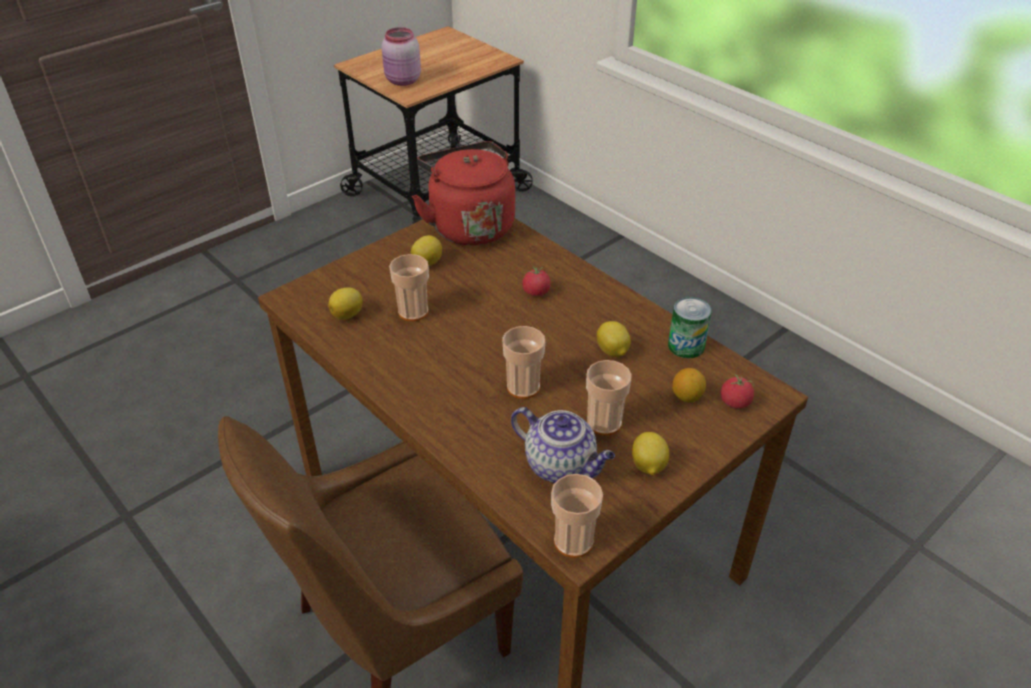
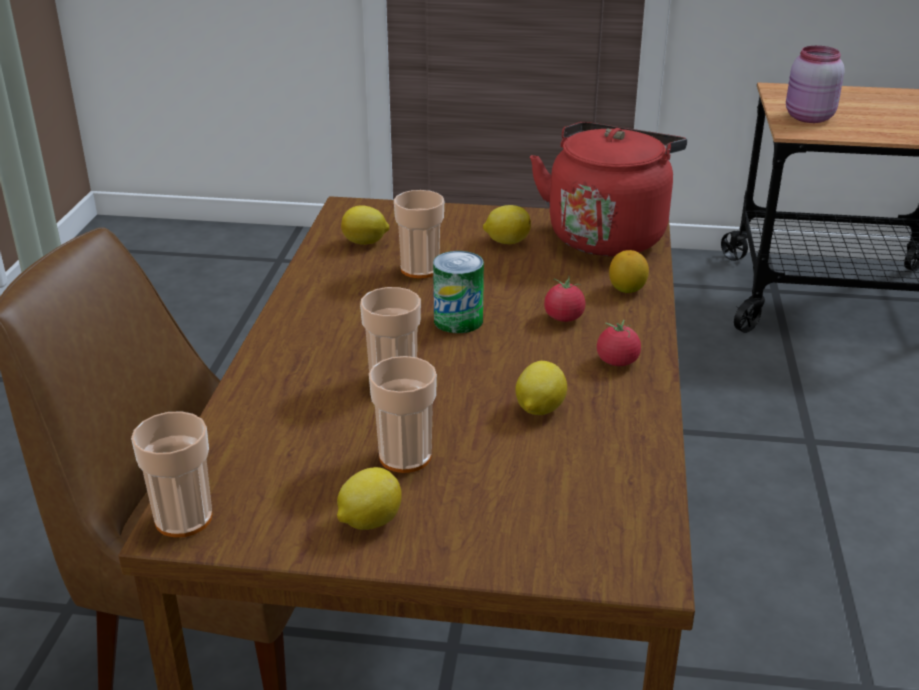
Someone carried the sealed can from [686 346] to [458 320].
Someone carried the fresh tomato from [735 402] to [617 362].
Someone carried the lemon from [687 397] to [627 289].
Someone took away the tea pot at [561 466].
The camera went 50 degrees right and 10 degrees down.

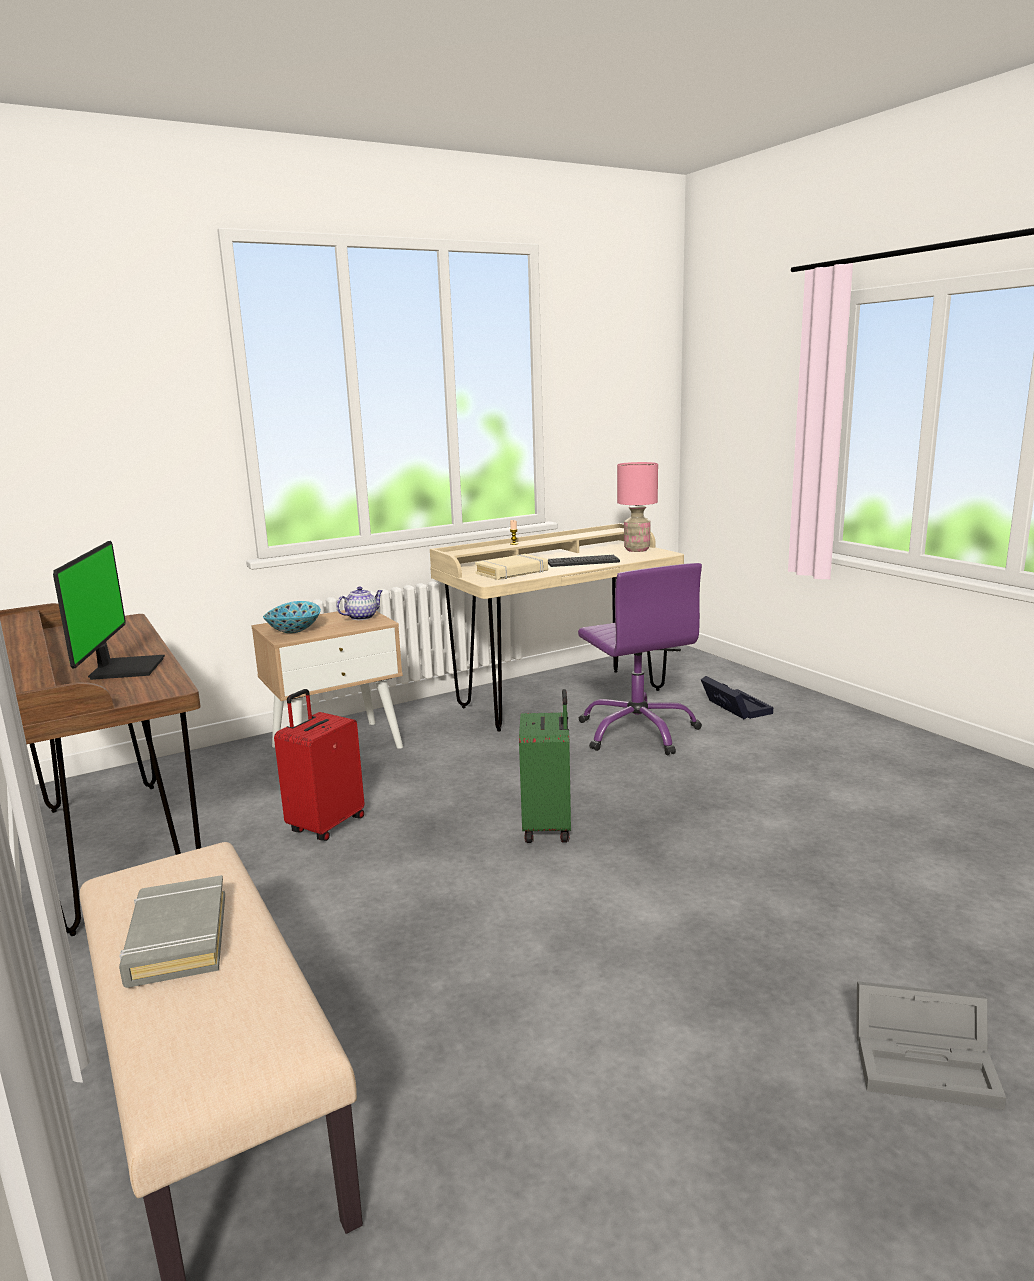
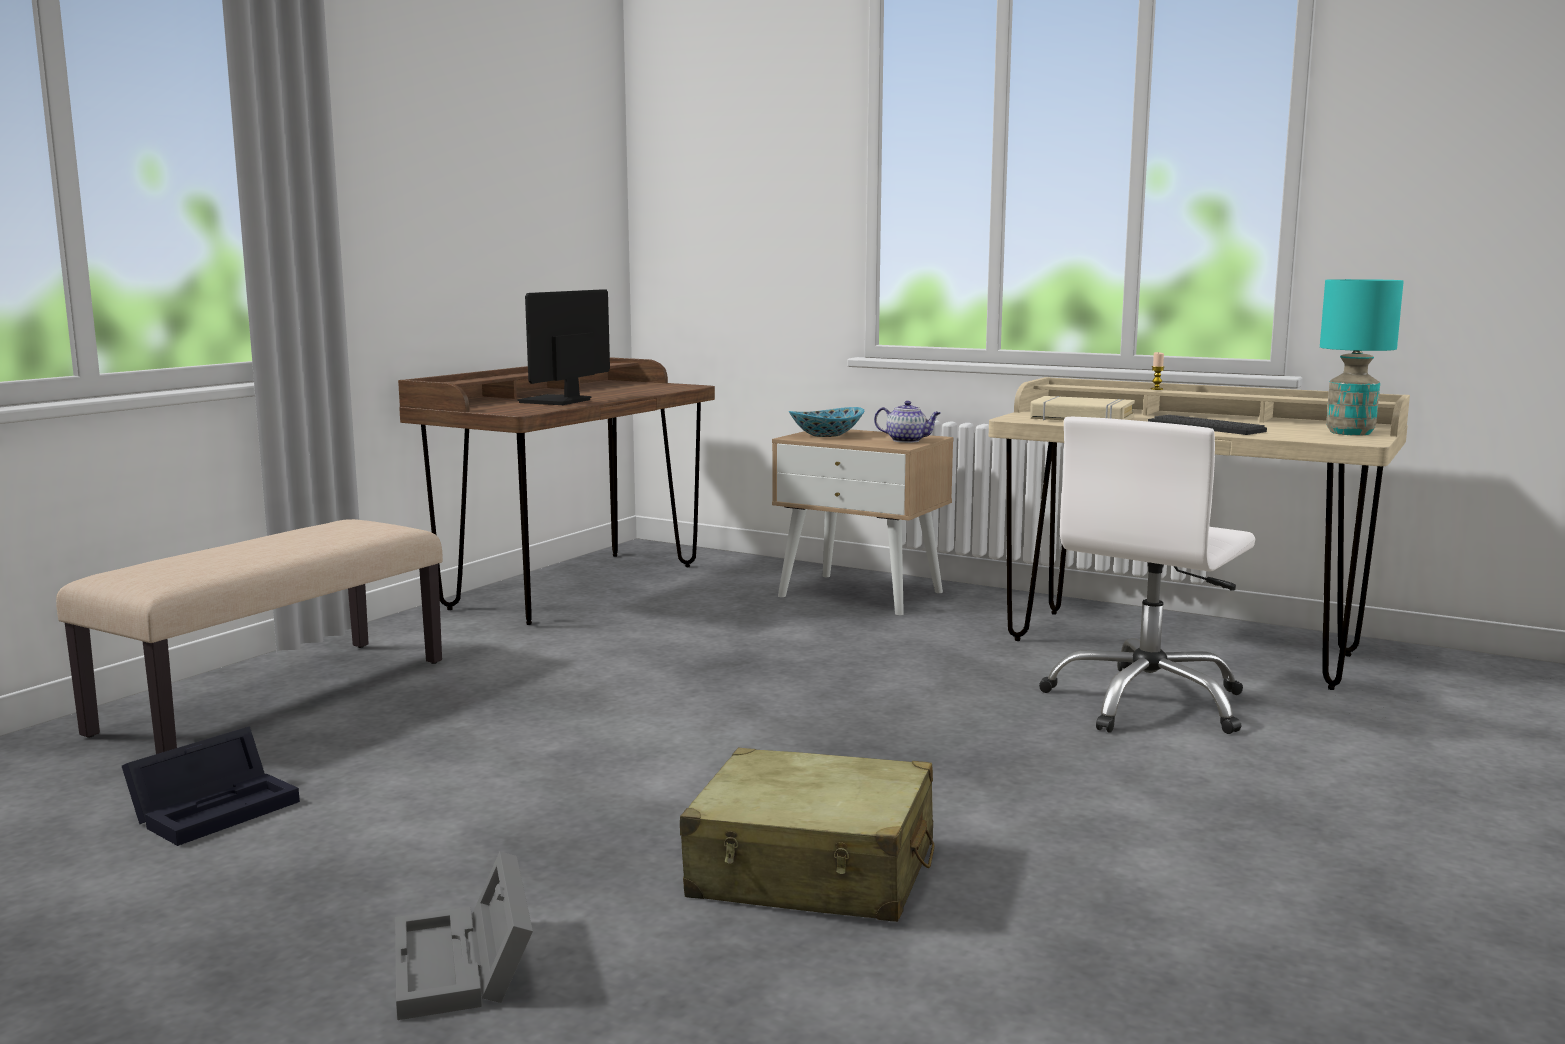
Someone carried the storage container (blackish) from [734 707] to [218 808].
Someone rotated the computer display at [124 668] by 150 degrees clockwise.
Someone put down the travel case (sand-coloured) at [813 871].
Someone repainted the office chair (purple) at [638 732], which became the office chair (whitish) at [1147 703].
Someone repainted the lamp for a table (pink) at [637 550], which became the lamp for a table (turquoise-coloured) at [1351 433].
Someone took away the book (greyish) at [177 939].
Someone took away the travel case (red-coloured) at [325 825].
Someone took away the travel case (green-coloured) at [549 827].
The camera went 60 degrees right and 5 degrees down.

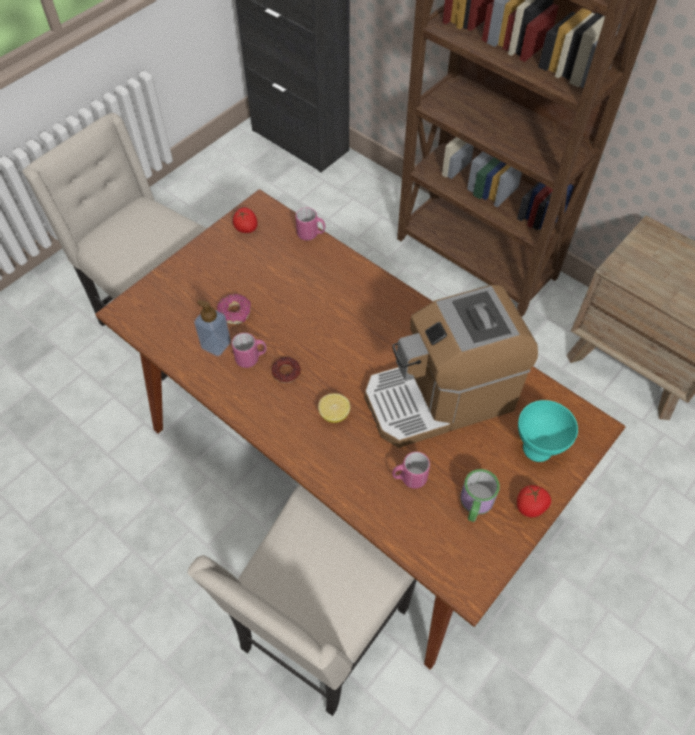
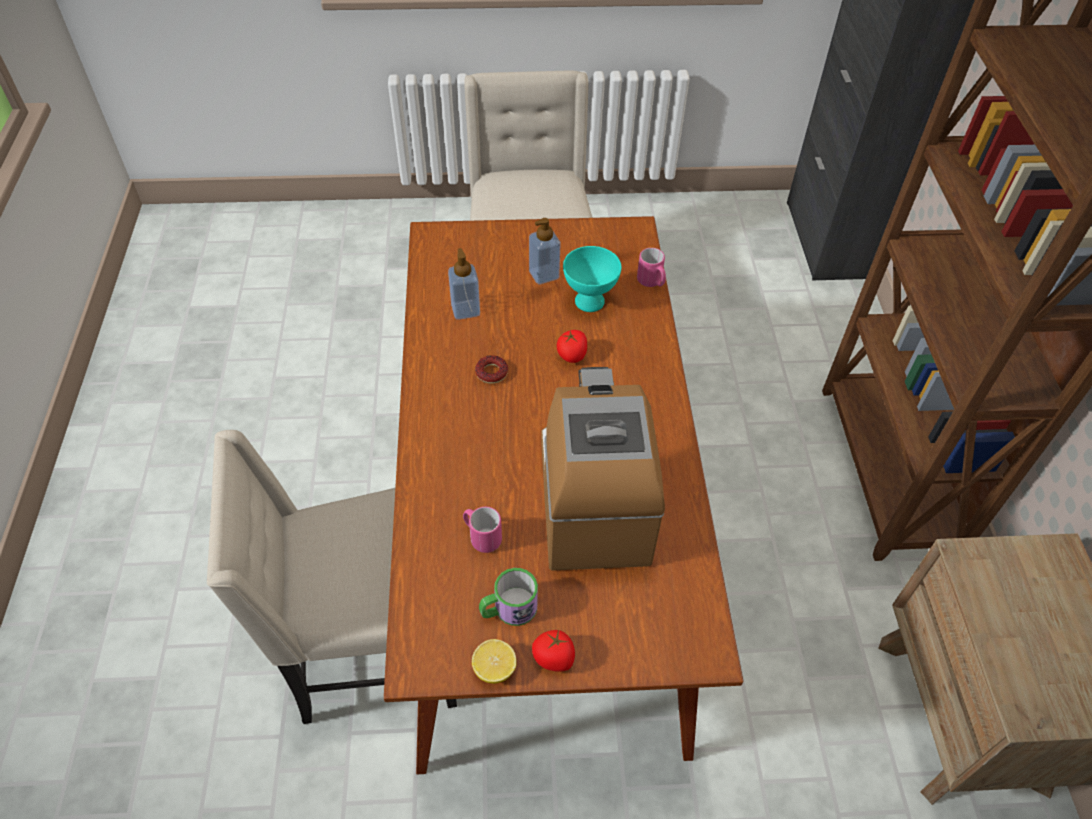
Someone carried the lemon from [334 414] to [494 668].
Someone put down the liquid soap bottle at [544 275].
Someone rotated the coffee maker at [440 397] by 60 degrees clockwise.
Someone carried the fresh tomato from [246 228] to [572 355].
Someone carried the deep dish (turquoise-coloured) from [536 448] to [588 301].
Someone took away the donut at [235 312].
Someone took away the tea mug (pink) at [251 358].
The camera went 45 degrees right and 5 degrees down.

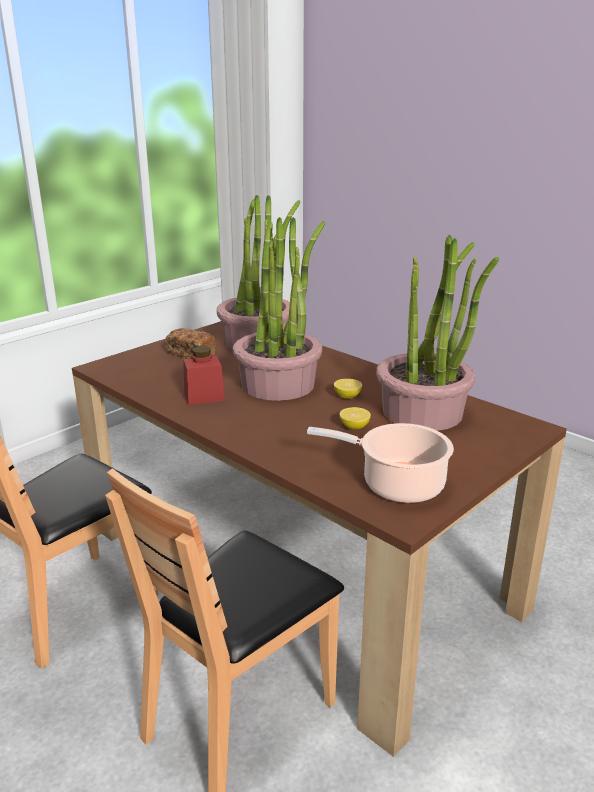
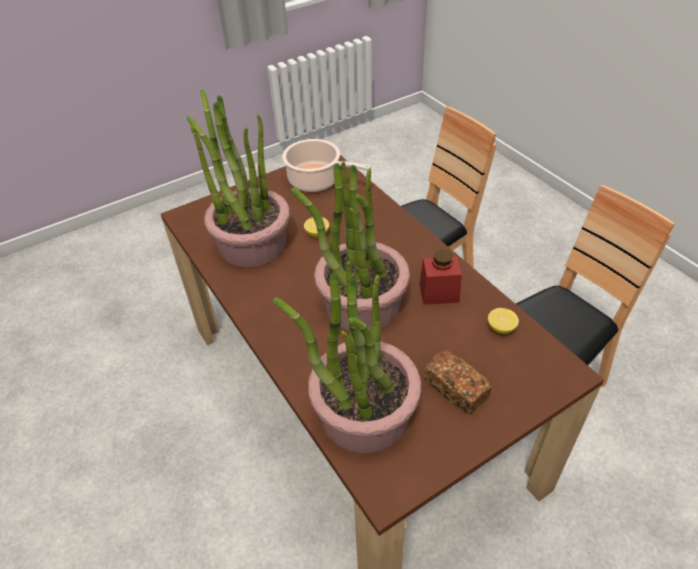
Someone carried the lemon from [347 396] to [501 328].
The camera went 165 degrees left and 20 degrees up.

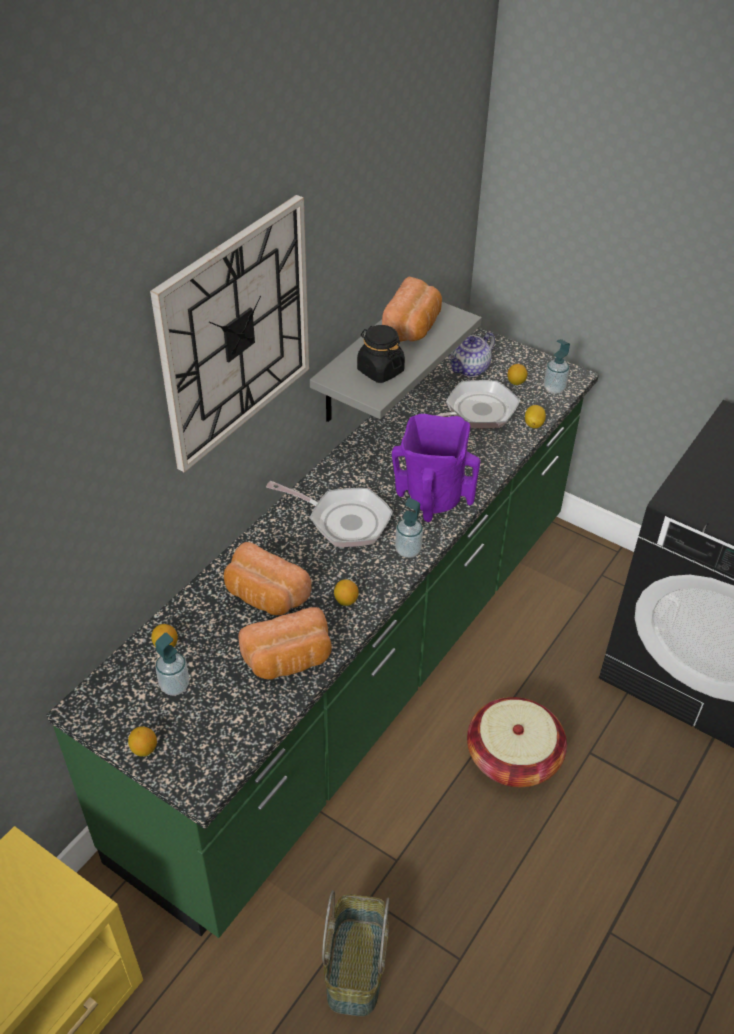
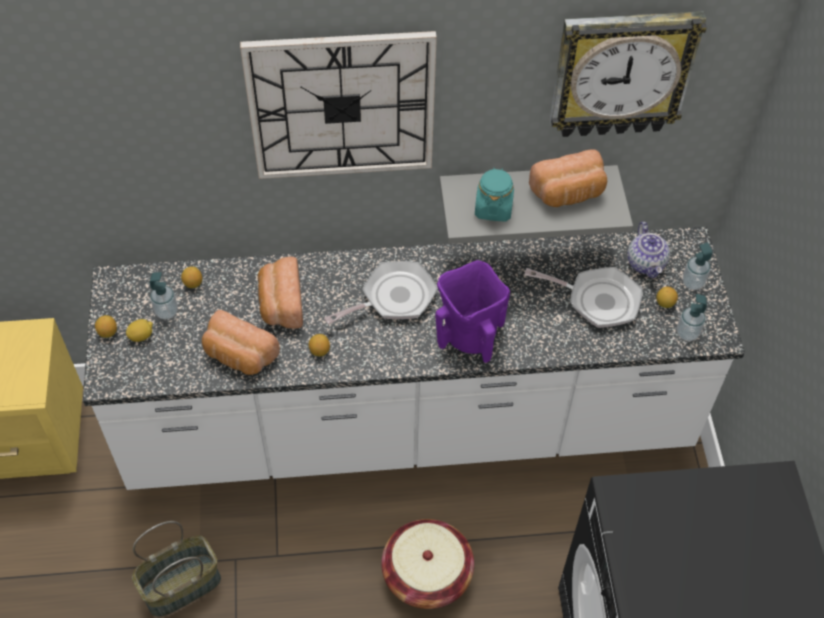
Someone repainted the kitchen base unit (green-coloured) at [363 675], which became the kitchen base unit (whitish) at [409 427].
Someone carried the lemon from [533 424] to [141 336].
Someone rotated the skillet at [343 521] by 105 degrees counterclockwise.
Someone repainted the jar (blackish) at [380 371], which became the jar (turquoise-coloured) at [493 208].
Someone put up the clock on the wall at [621 73].
Someone rotated the tea pot at [470 369] by 105 degrees counterclockwise.
Someone carried the liquid soap bottle from [408 550] to [692 282].
The camera went 50 degrees right and 10 degrees up.

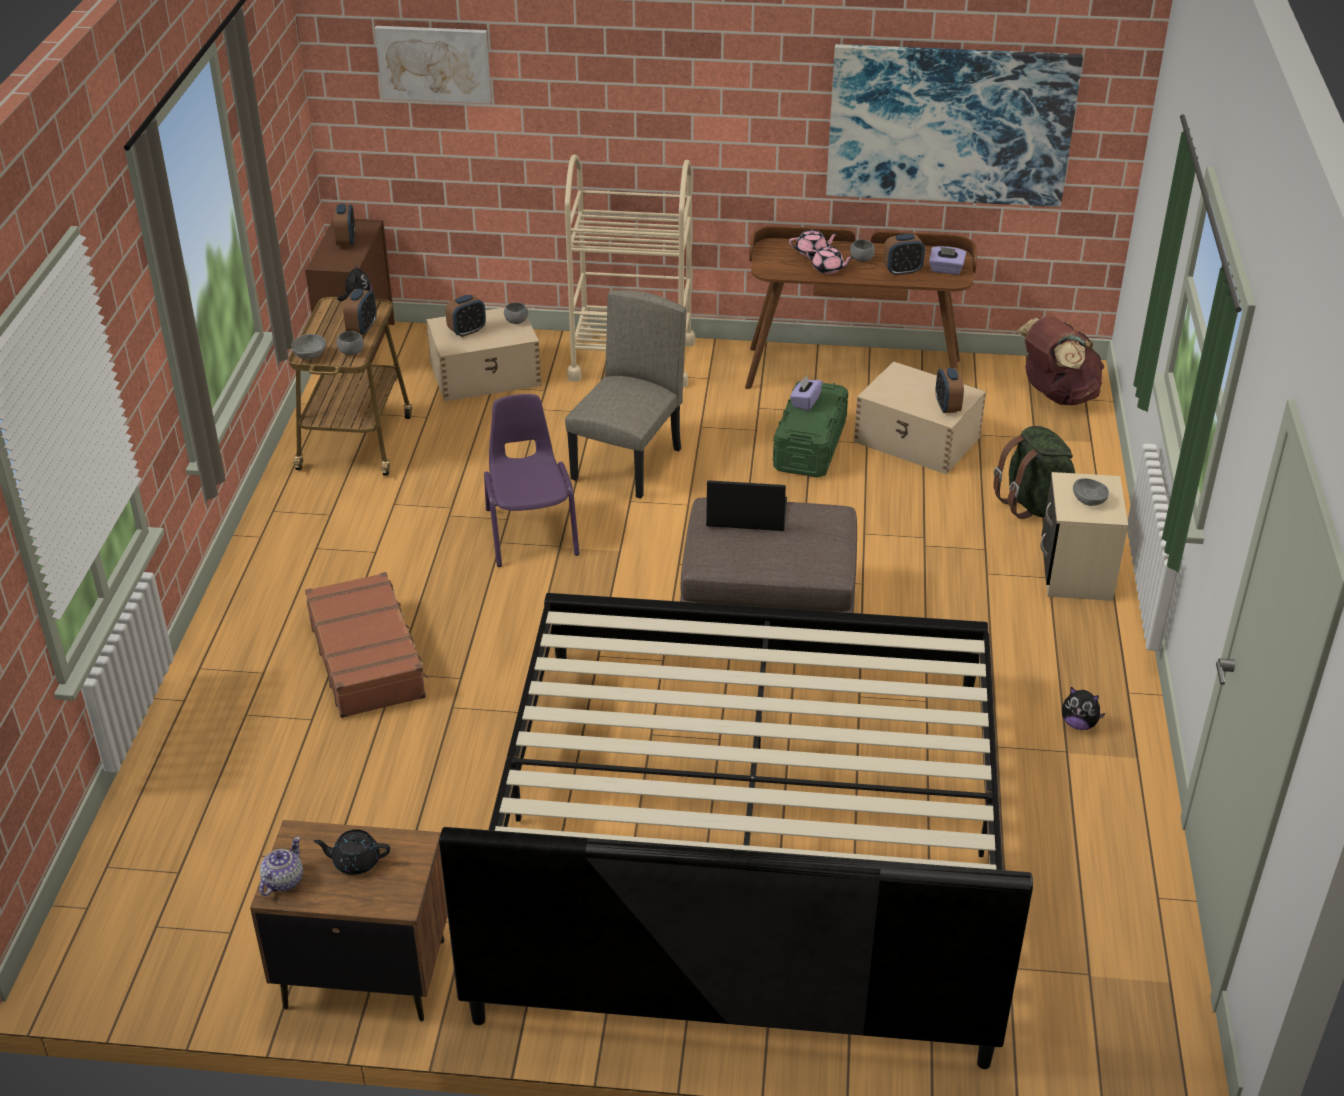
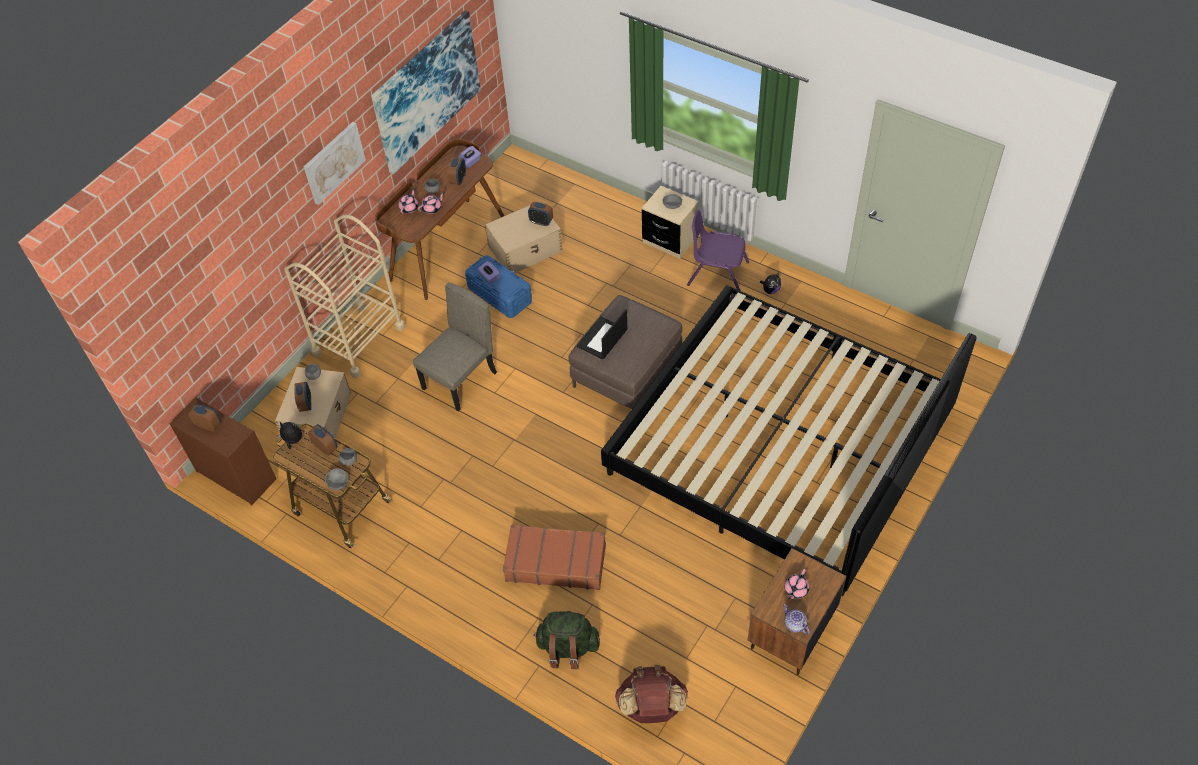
Someone carried the wall picture from [434 63] to [333 162].
Someone rotated the plain chair (sand-coloured) at [628 464] by 75 degrees clockwise.
Someone repainted the storage container (green-coloured) at [810 446], which became the storage container (bluish) at [500 295].
Someone carried the rucksack (green-coloured) from [1035 505] to [568 648].
Someone carried the rucksack (brown-coloured) from [1056 396] to [651 707].
Someone carried the plain chair (purple) from [531 532] to [717 274].
Someone repainted the tea pot (blackish) at [355 861], which became the tea pot (pink) at [795 589].
The camera went 60 degrees left and 15 degrees up.

